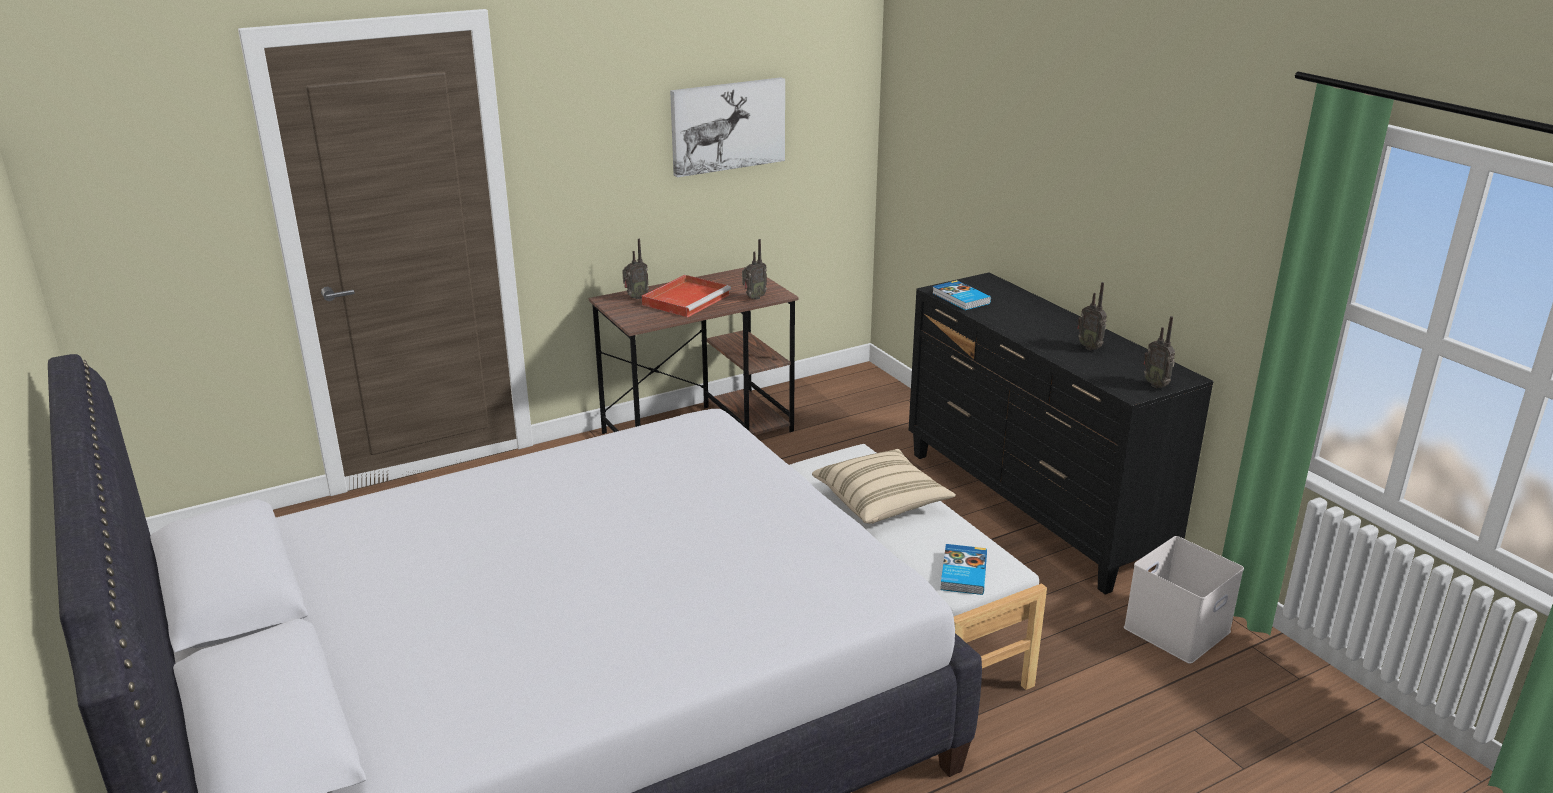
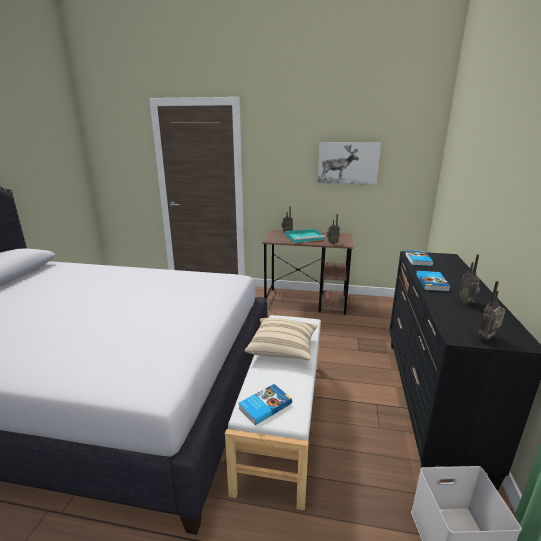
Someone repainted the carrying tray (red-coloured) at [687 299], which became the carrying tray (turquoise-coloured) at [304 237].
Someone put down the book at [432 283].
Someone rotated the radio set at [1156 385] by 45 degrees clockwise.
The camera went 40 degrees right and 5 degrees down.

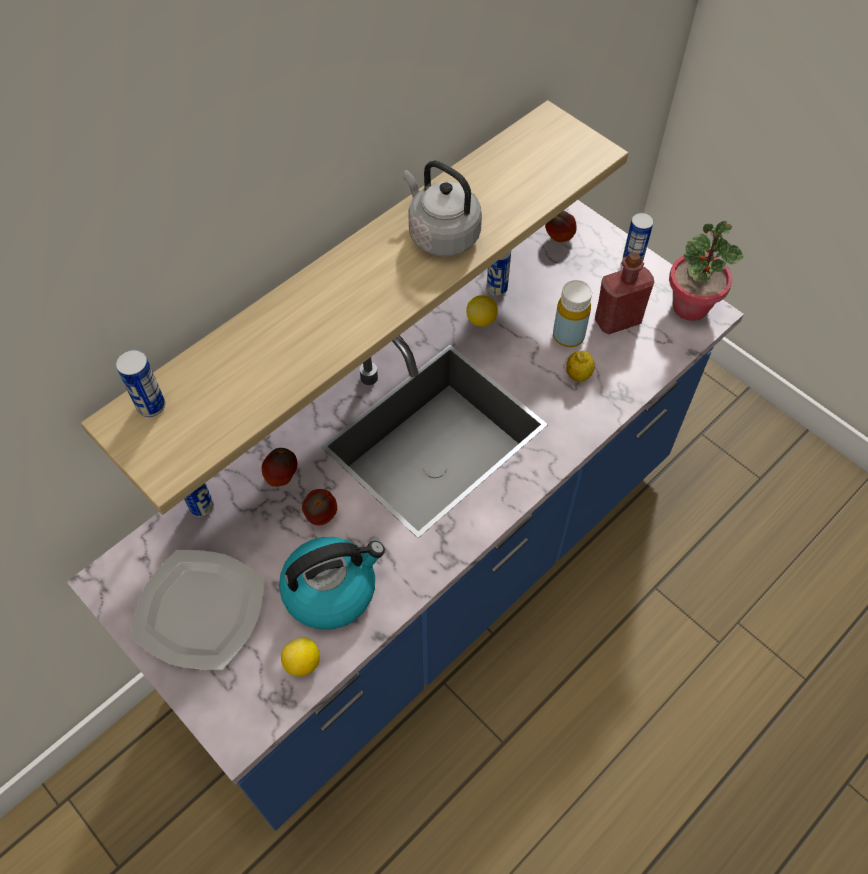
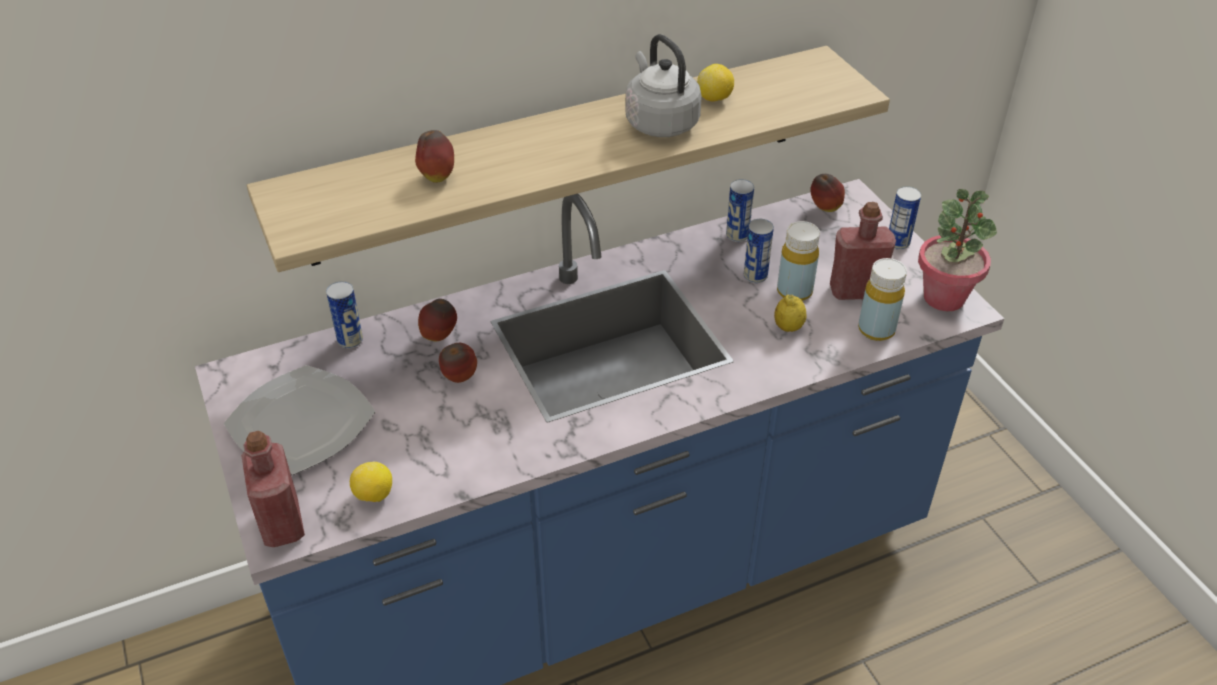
Someone put down the drink bottle (red-coloured) at [282 523].
Someone put down the whole apple at [437 176].
Someone carried the lemon from [481 320] to [715 98].
Someone carried the sealed can from [151 406] to [755 276].
Someone put down the drink bottle (yellowish) at [876 330].
Someone took away the kettle at [331 589].
The camera went 20 degrees right and 15 degrees down.

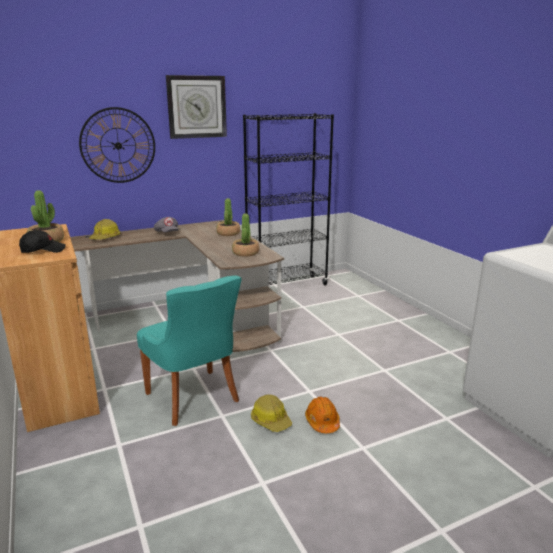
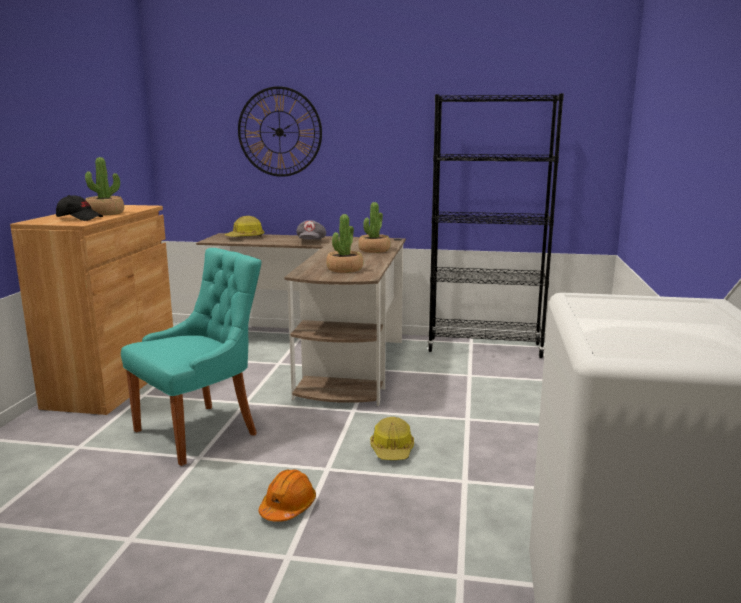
Someone rotated the plain chair (turquoise-coloured) at [194 398] by 135 degrees counterclockwise.
Someone carried the hard hat from [271 420] to [392 450].
Someone took away the clock on the wall at [197 107].
The camera went 35 degrees right and 5 degrees down.

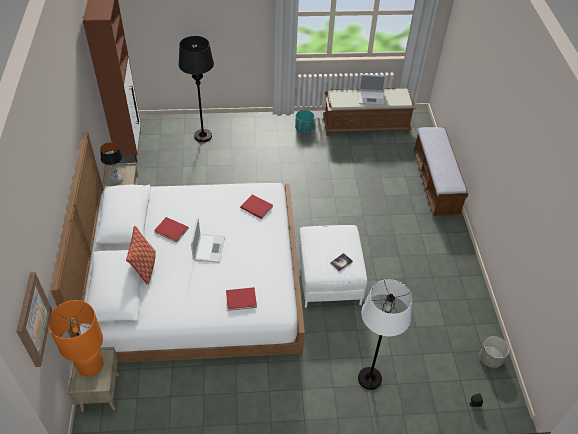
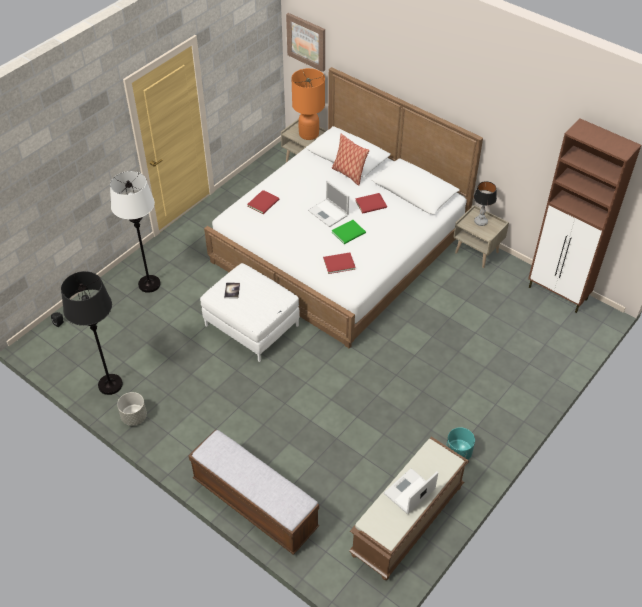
Someone carried the standard lamp (blackish) from [203 136] to [110 384].
Someone carried the plant pot (greyish) from [490 358] to [134 417].
Someone put down the book (green-coloured) at [349 232].
The camera went 135 degrees right and 0 degrees up.

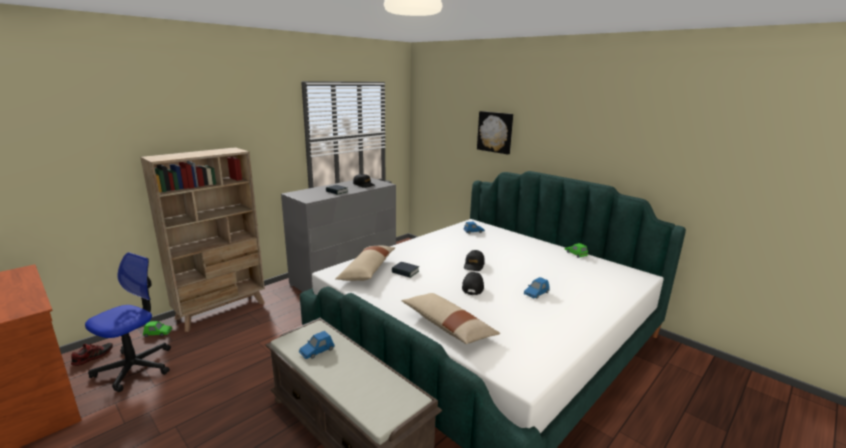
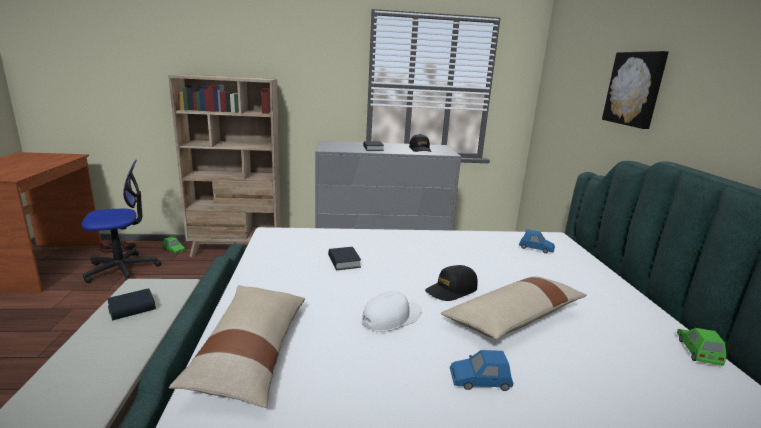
Someone swapped the miniature car (bluish) at [317 351] for the book at [132 308].
Someone repainted the peaked cap (blackish) at [473 287], which became the peaked cap (whitish) at [391 318].
Someone carried the throw pillow (sand-coloured) from [367 270] to [513 318].
The camera went 40 degrees right and 0 degrees up.

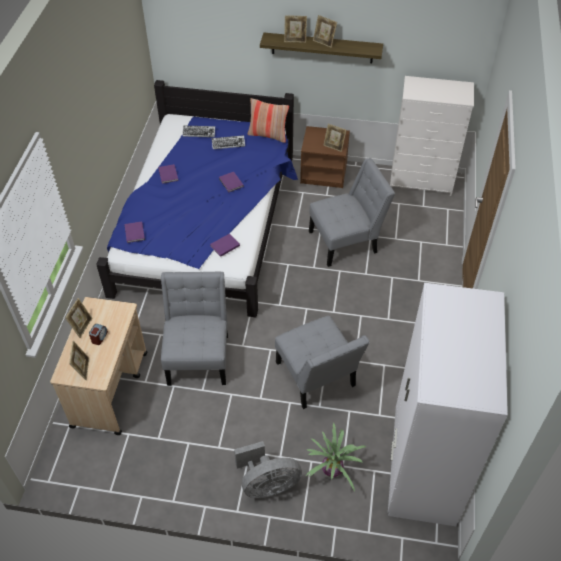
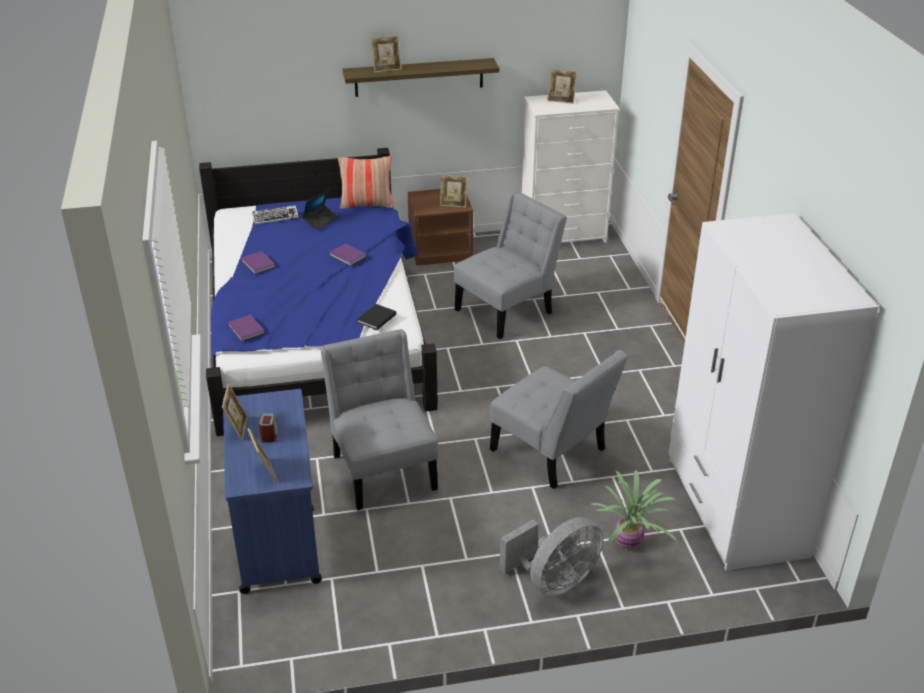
Someone repainted the wheeled cart (sand-coloured) at [110 388], which became the wheeled cart (bluish) at [277 534].
Someone swapped the keyboard at [228 144] for the portable computer at [321 221].
Someone repainted the book (purple) at [224 246], which became the book (blackish) at [375 318].
Someone carried the photo frame from [324 42] to [561 100].
The camera went 20 degrees left and 15 degrees down.

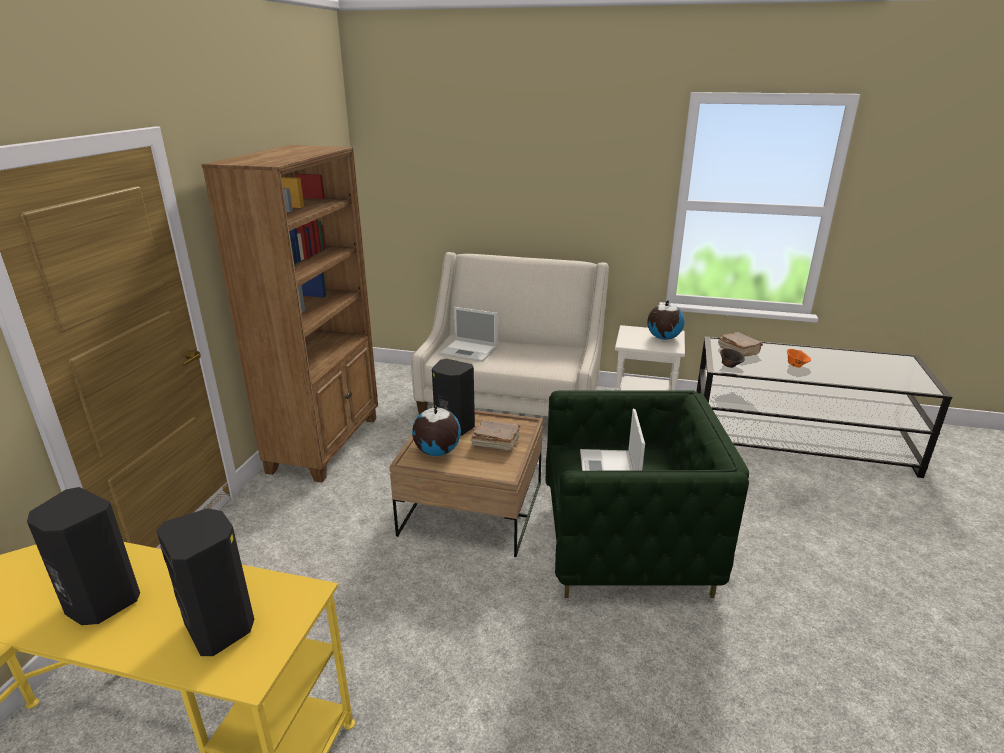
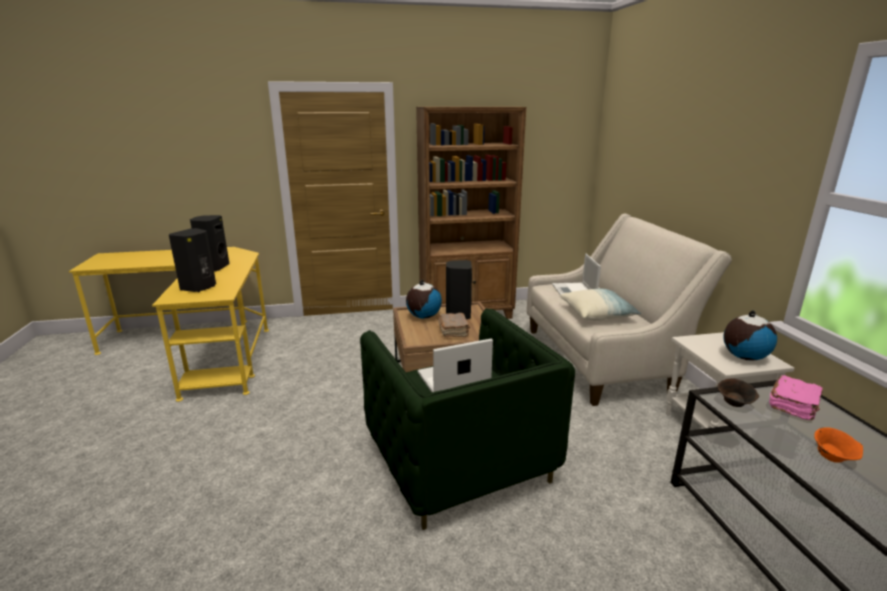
Someone put down the throw pillow at [598 314].
Someone repainted the book (brown-coloured) at [738 351], which became the book (pink) at [793 406].
The camera went 65 degrees right and 5 degrees down.

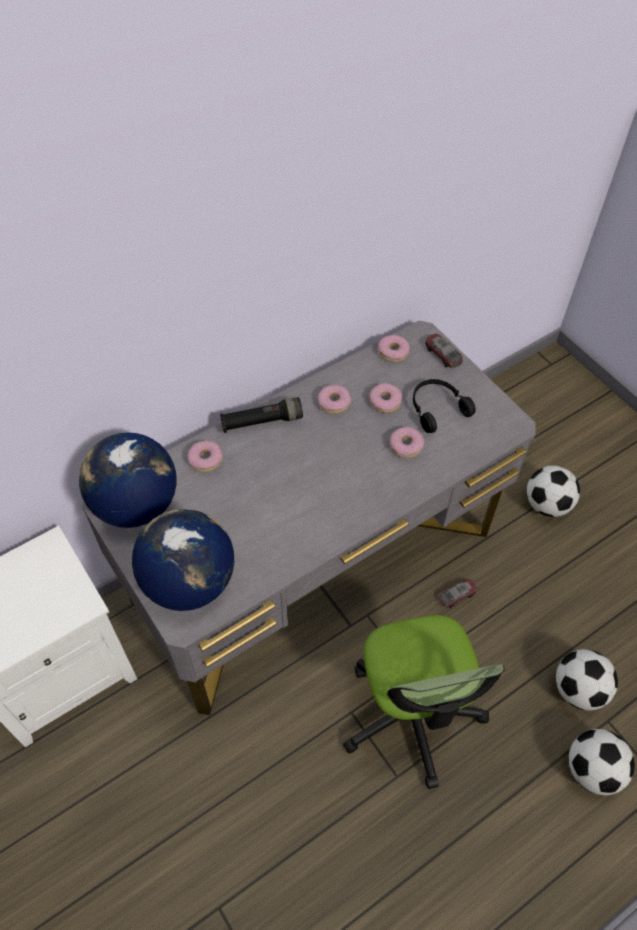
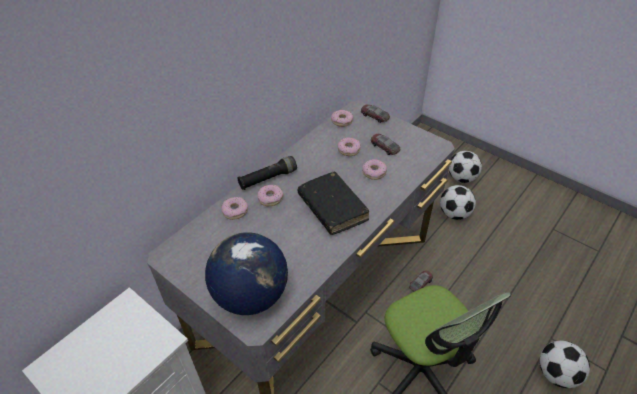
Someone carried the donut from [334 403] to [270 198].
Someone put down the book (blackish) at [332 208].
Someone swapped the headset (blackish) at [437 408] for the miniature car at [385 147].
Someone carried the football ball from [578 689] to [461 178].
Someone took away the desk globe at [135 505].
The camera went 15 degrees left and 10 degrees down.

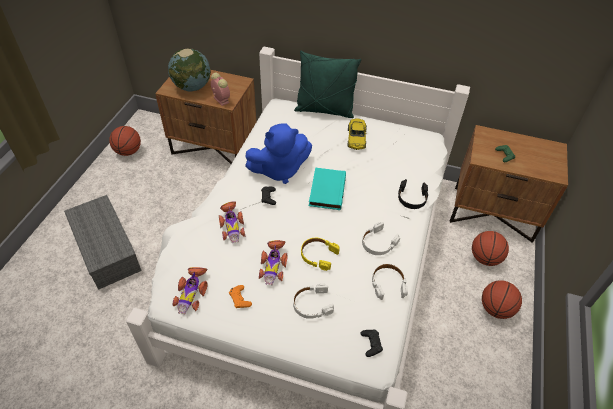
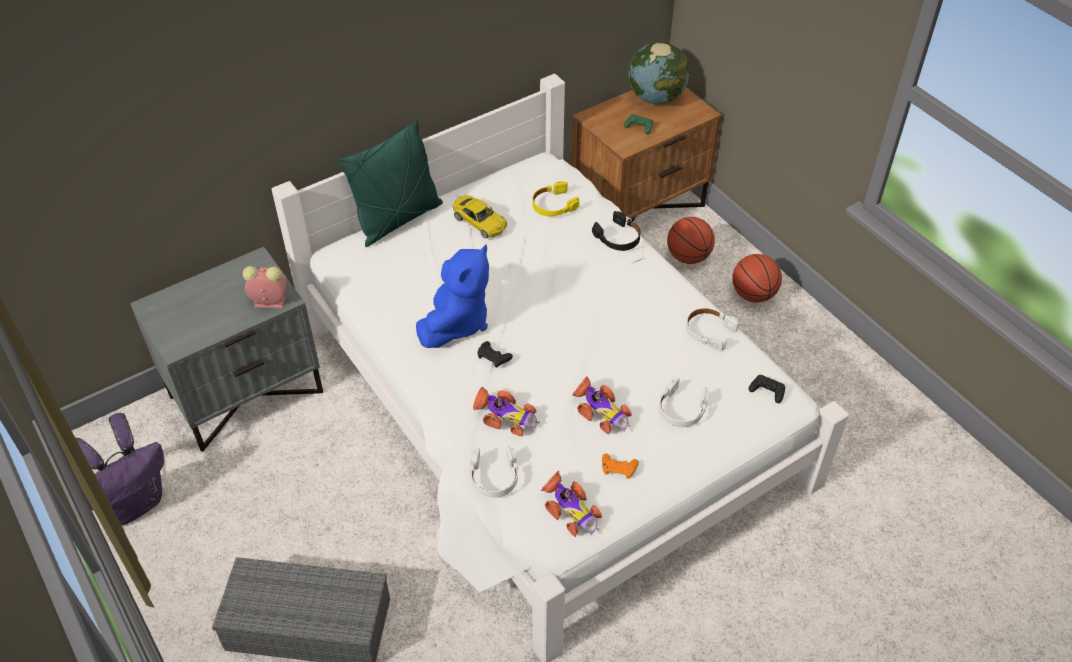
Someone swapped the ball for basketball at [128 151] for the rucksack (purple) at [134 502].
Someone repainted the bedside table (brown-coloured) at [214 147], which became the bedside table (greyish) at [246 393].
Someone carried the headset (whitish) from [378 243] to [494 477].
Someone carried the headset (yellowish) from [318 255] to [553 205].
Someone carried the desk globe from [192 87] to [656 98].
Someone took away the book (turquoise-coloured) at [326 190].
The camera went 50 degrees left and 0 degrees up.

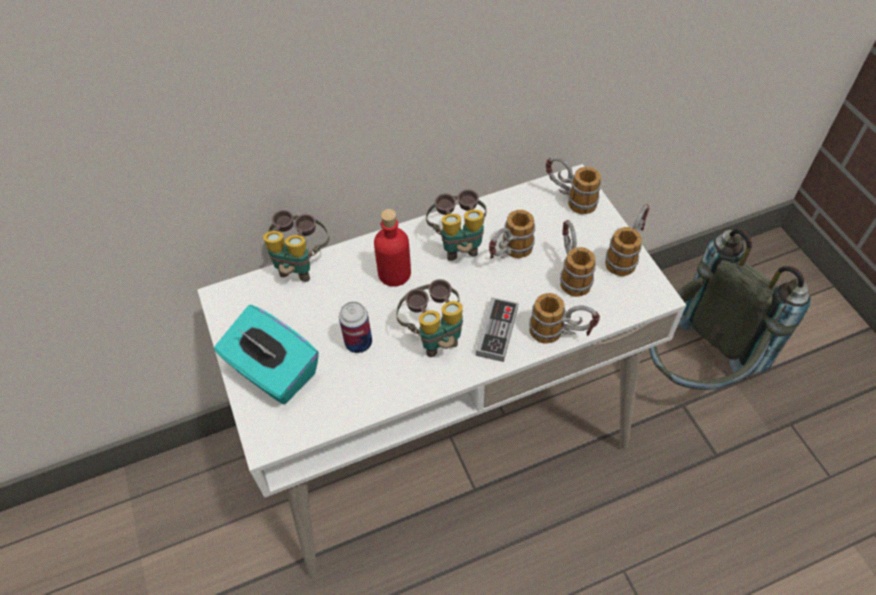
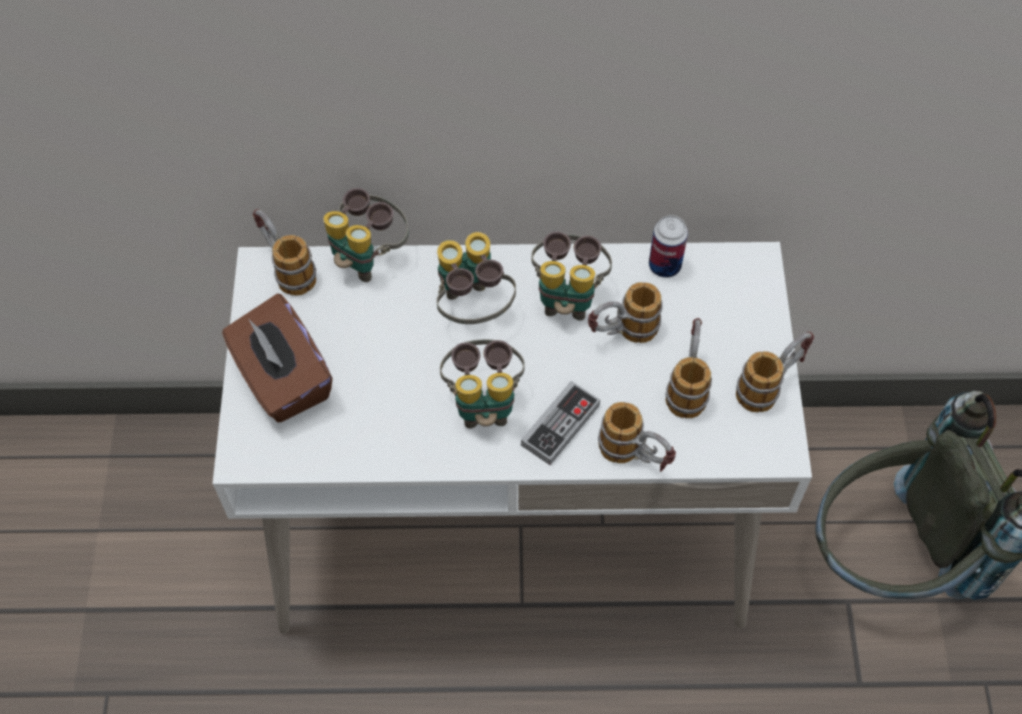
Someone repainted the box of tissues (turquoise-coloured) at [273 372], which became the box of tissues (brown-coloured) at [282 379].
Someone carried the tea mug from [569 199] to [286 268].
Someone swapped the drink bottle (red-coloured) at [394 273] for the binoculars at [472 308].
Someone carried the sealed can from [358 342] to [664 266].
The camera went 20 degrees right and 5 degrees up.

